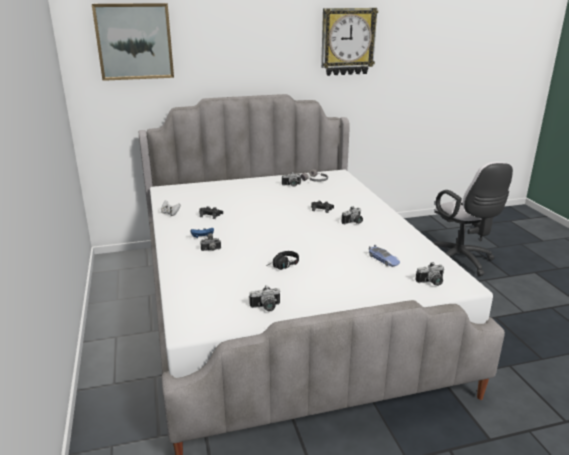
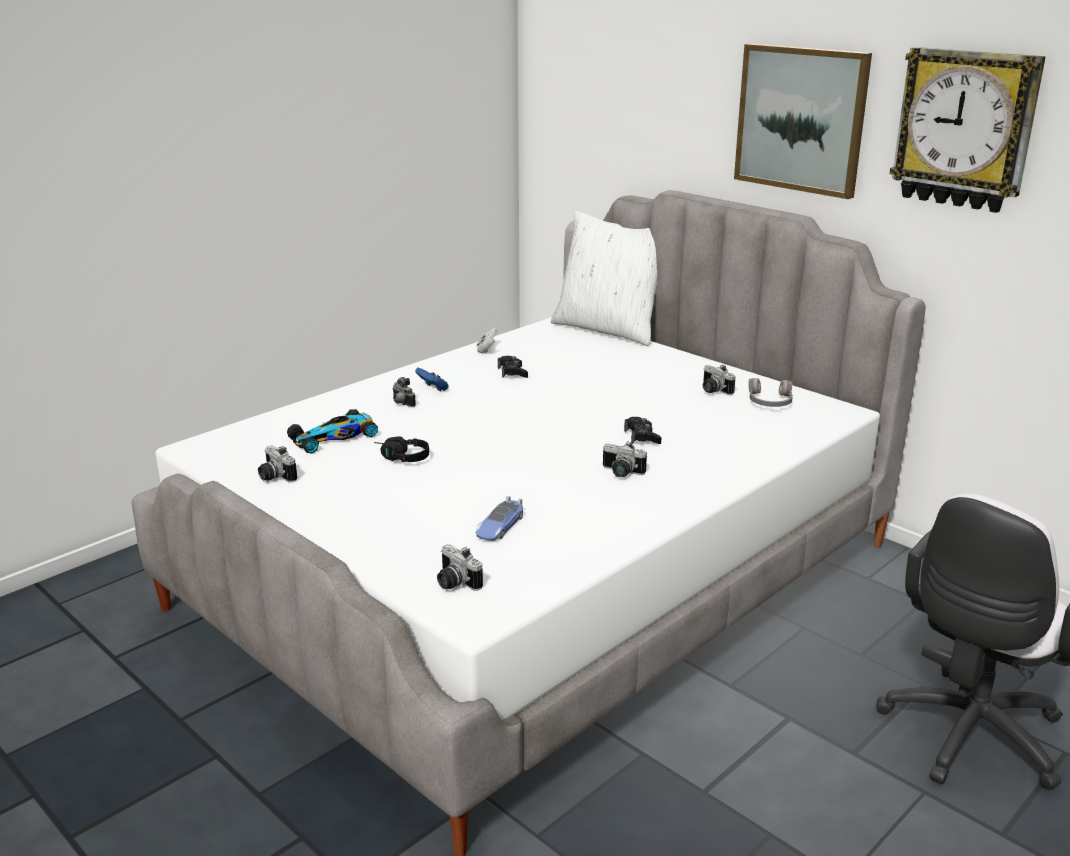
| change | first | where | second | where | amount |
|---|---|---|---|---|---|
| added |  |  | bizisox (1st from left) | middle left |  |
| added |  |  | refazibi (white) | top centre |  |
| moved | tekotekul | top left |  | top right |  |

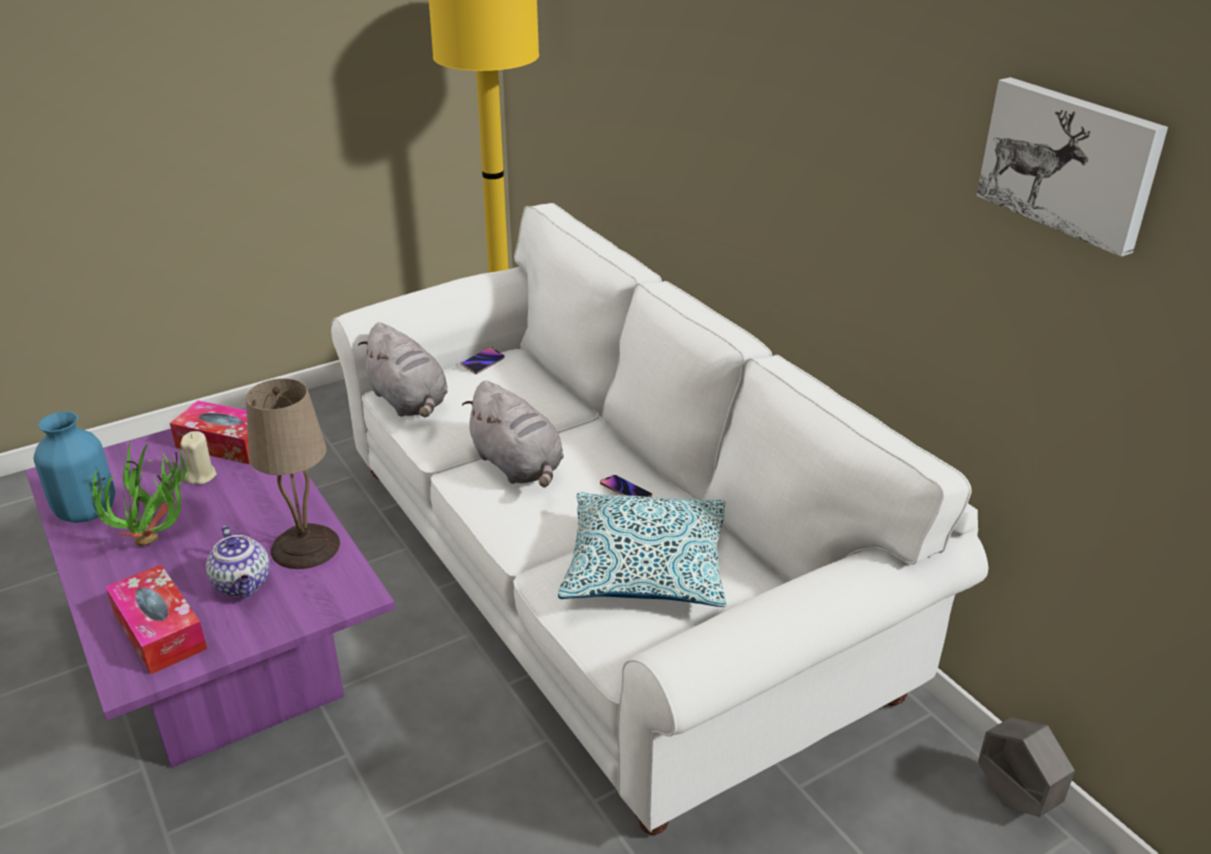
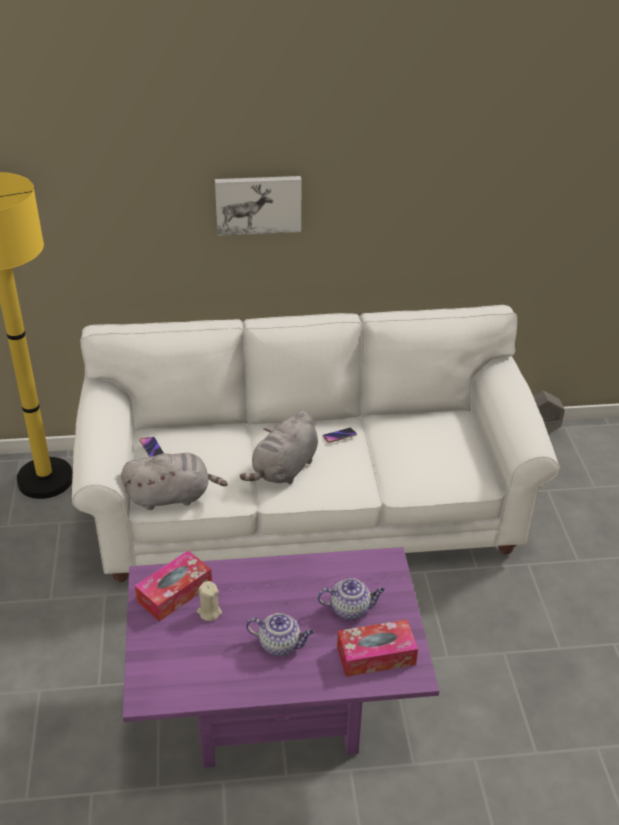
| change | first | where | second | where | amount |
|---|---|---|---|---|---|
| moved | tekotekul | top right |  | top centre |  |
| turned | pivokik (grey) (2nd from left) | centre |  | centre | 135 degrees clockwise |
| replaced | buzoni | middle left | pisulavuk (1st from left) | bottom centre |  |
| removed | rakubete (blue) | middle left |  |  |  |
| removed | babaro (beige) | middle left |  |  |  |
| removed | refazibi | centre |  |  |  |

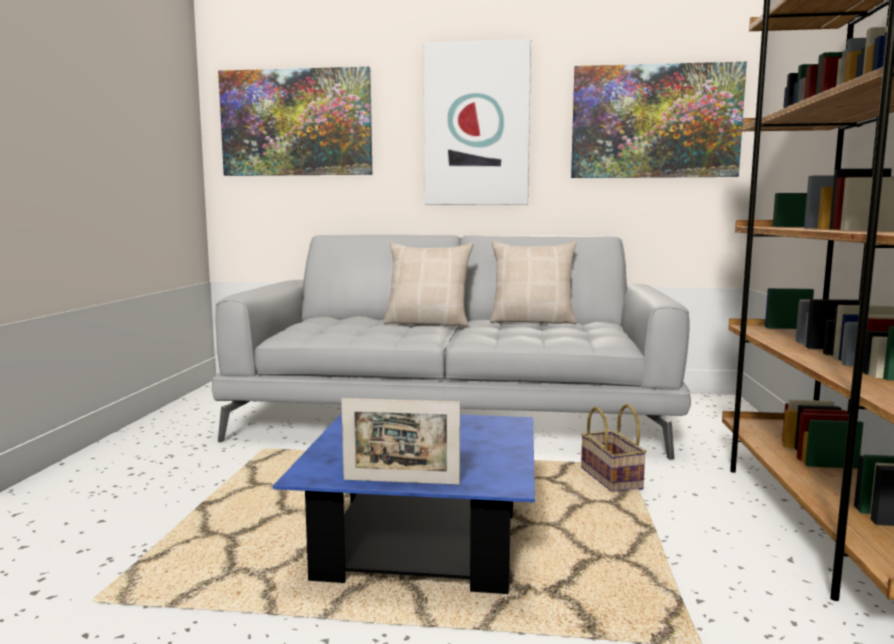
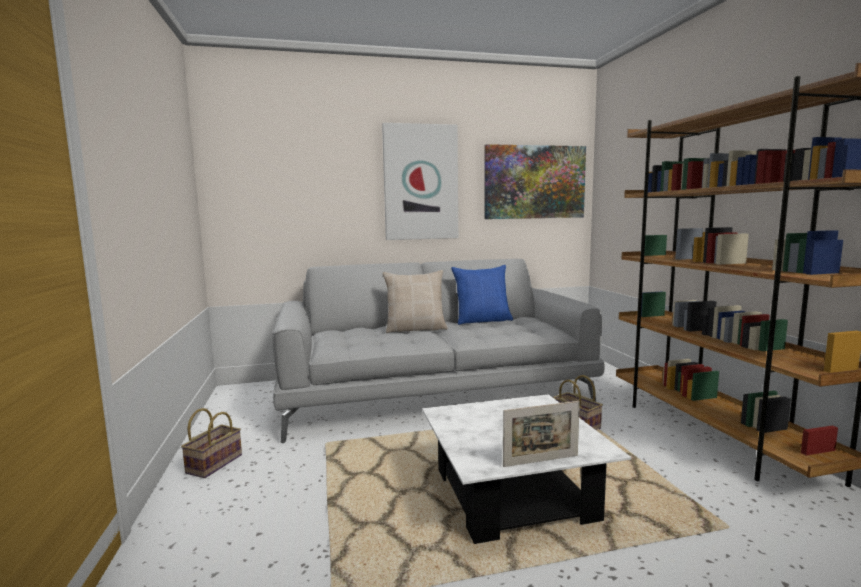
| change | first | where | second | where | amount |
|---|---|---|---|---|---|
| added |  |  | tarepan (1st from left) | bottom left |  |
| recoloured | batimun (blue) | bottom centre | batimun (white) | bottom centre |  |
| recoloured | refazibi (beige) (2nd from left) | centre | refazibi (blue) | centre |  |
| removed | tekotekul (1st from left) | top left |  |  |  |

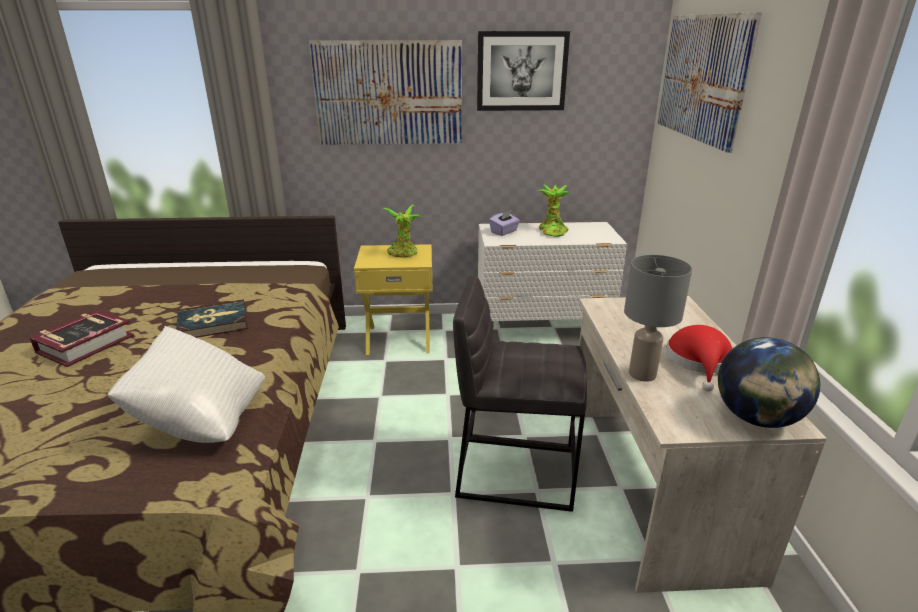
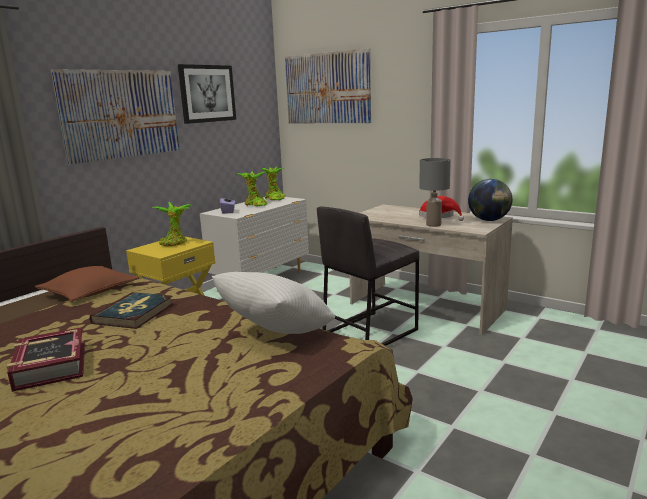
| change | first | where | second | where | amount |
|---|---|---|---|---|---|
| added |  |  | refazibi (brown) | middle left |  |
| added |  |  | buzoni (3rd from left) | centre |  |

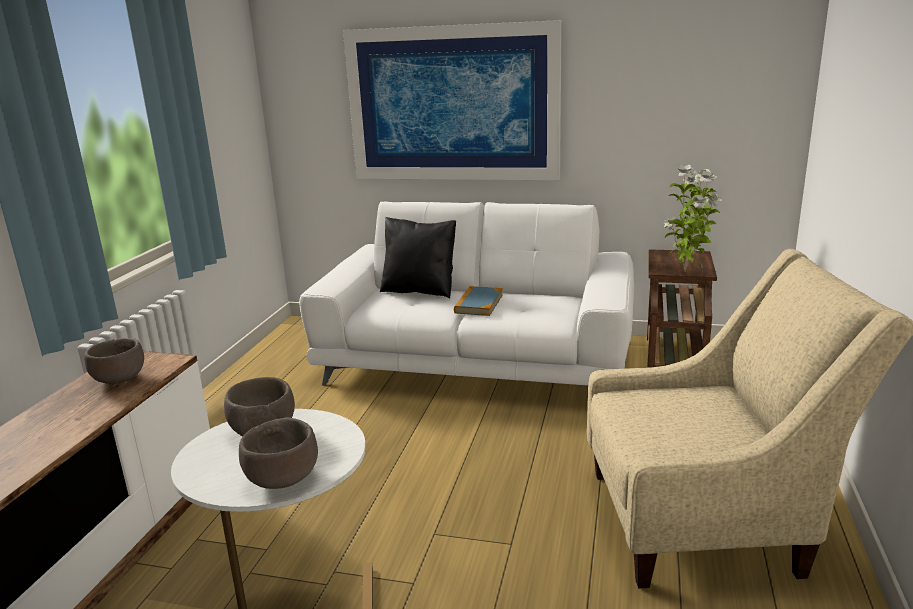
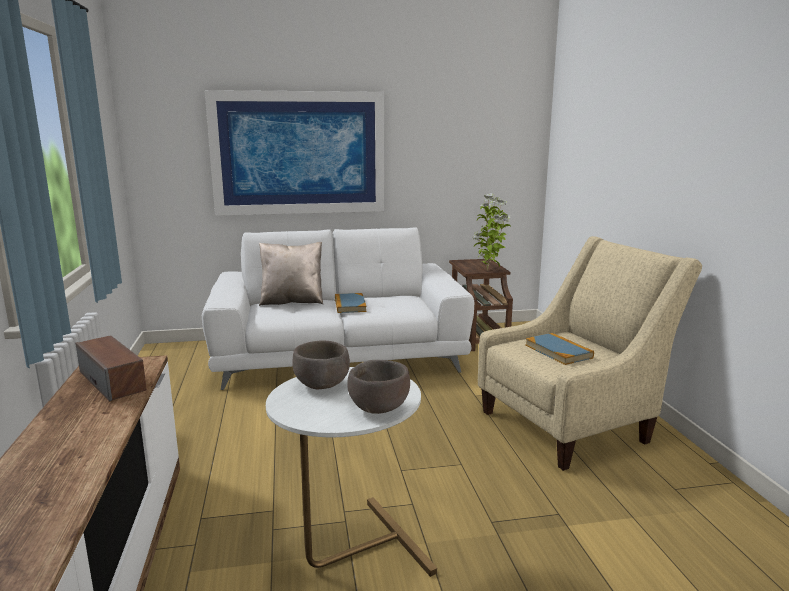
| change | first | where | second | where | amount |
|---|---|---|---|---|---|
| replaced | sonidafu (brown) (1st from left) | middle left | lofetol | middle left |  |
| recoloured | refazibi (black) | centre | refazibi (beige) | centre |  |
| added |  |  | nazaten (2nd from left) | middle right |  |

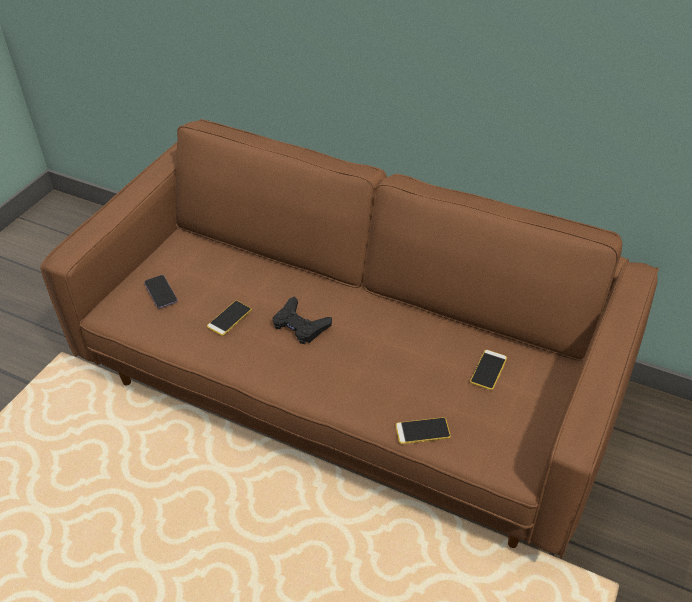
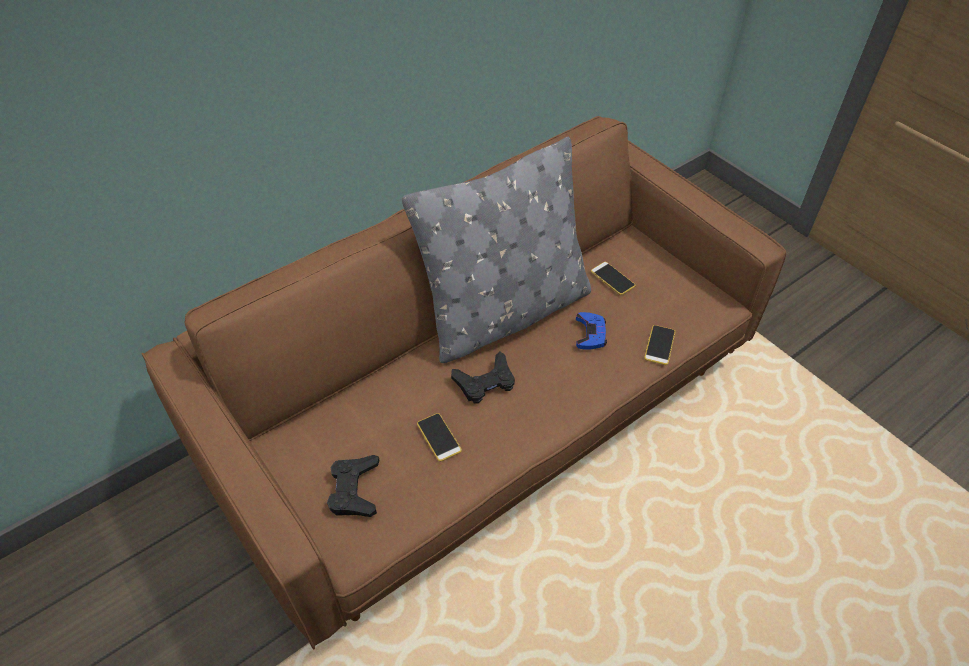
| change | first | where | second | where | amount |
|---|---|---|---|---|---|
| replaced | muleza (1st from left) | middle left | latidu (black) (1st from left) | bottom centre |  |
| added |  |  | refazibi (grey) | centre |  |
| added |  |  | latidu (blue) | centre |  |

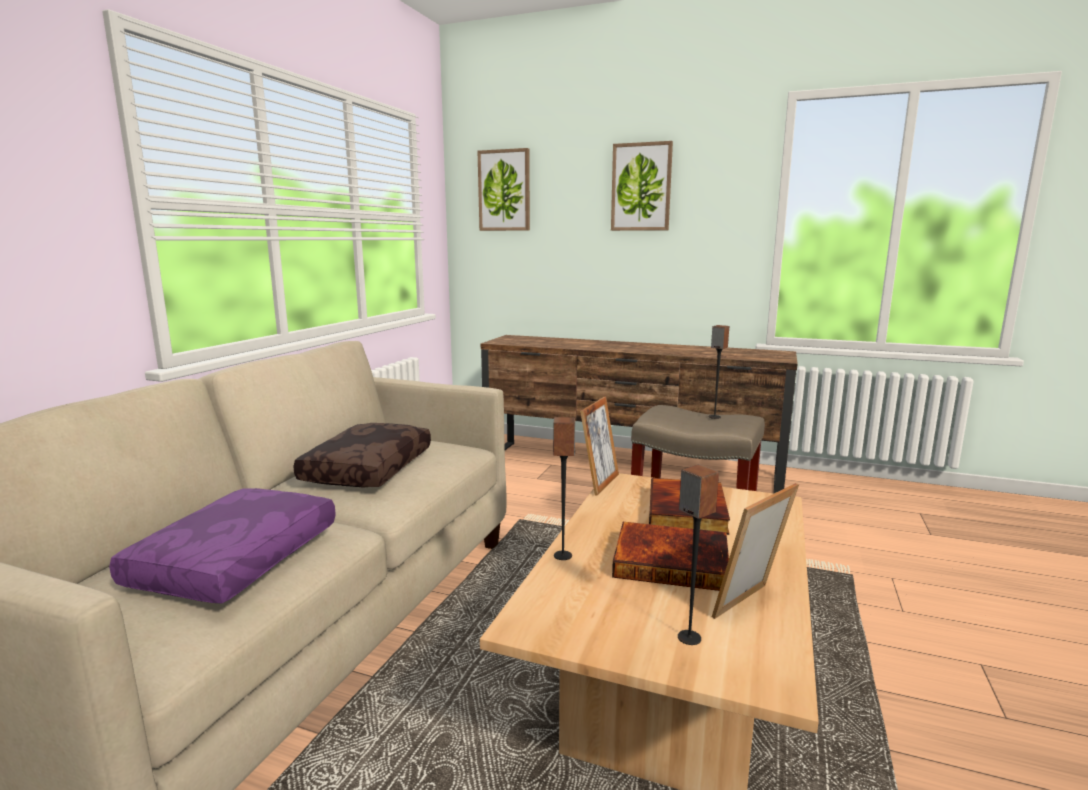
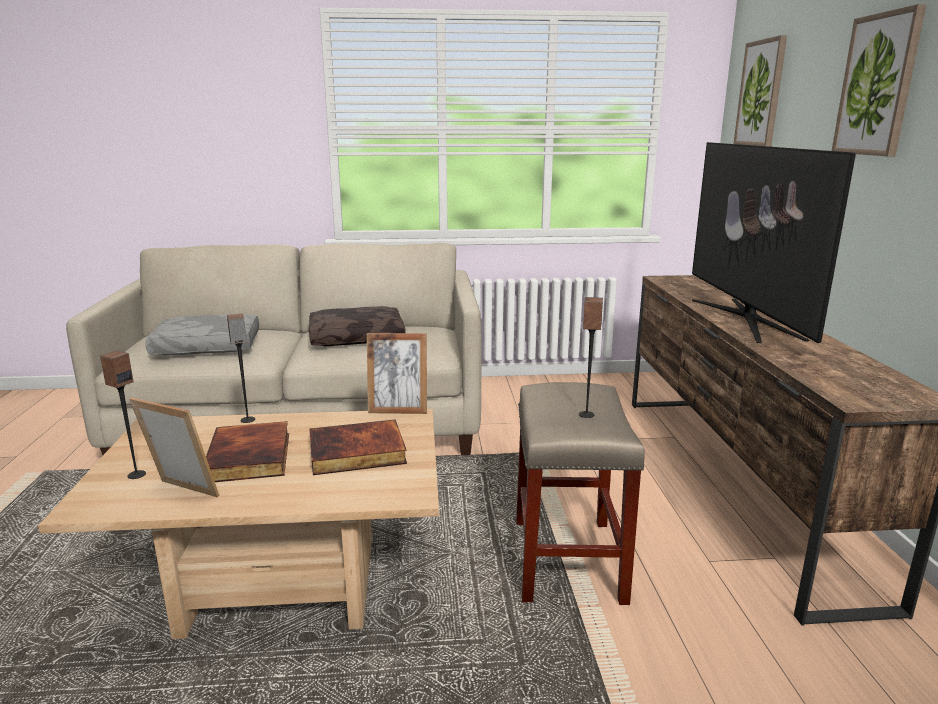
| change | first | where | second | where | amount |
|---|---|---|---|---|---|
| recoloured | refazibi (purple) | bottom left | refazibi (grey) | middle left |  |
| added |  |  | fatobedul | middle right |  |

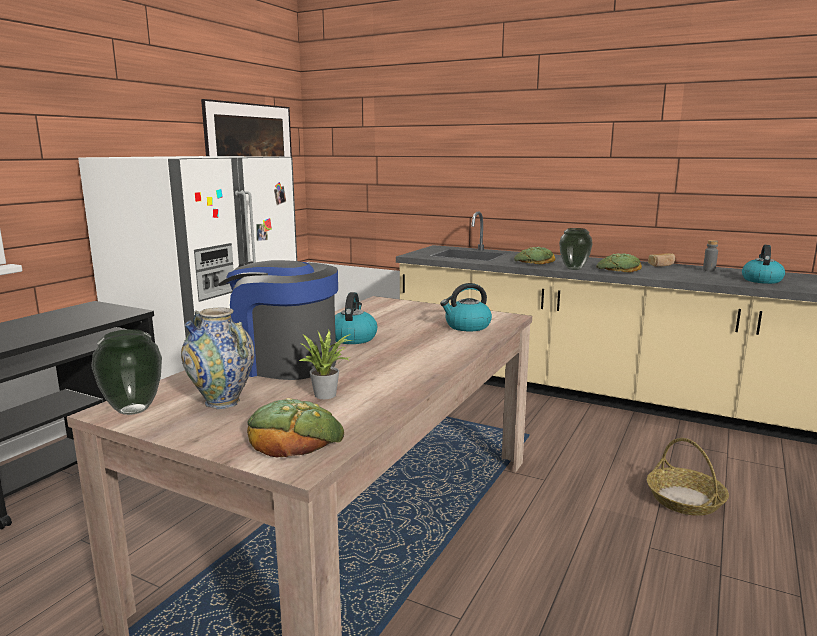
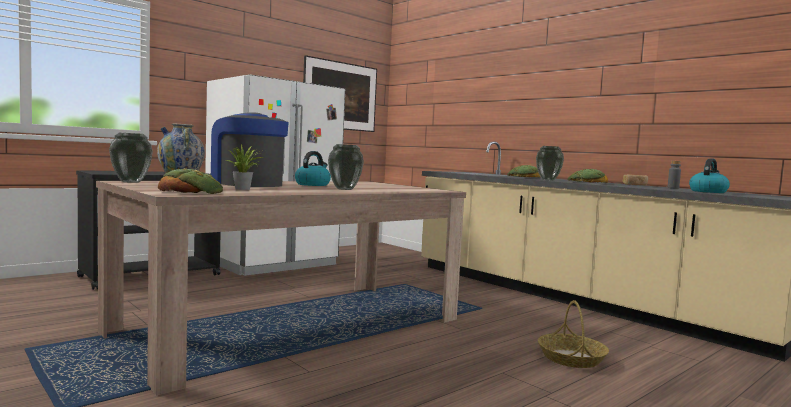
| change | first | where | second | where | amount |
|---|---|---|---|---|---|
| added |  |  | rakubete (3rd from left) | centre |  |
| removed | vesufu (2nd from left) | centre |  |  |  |

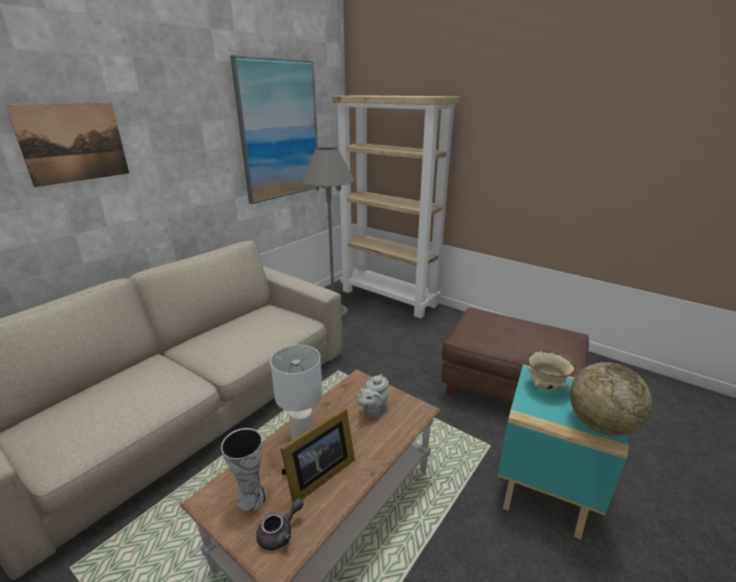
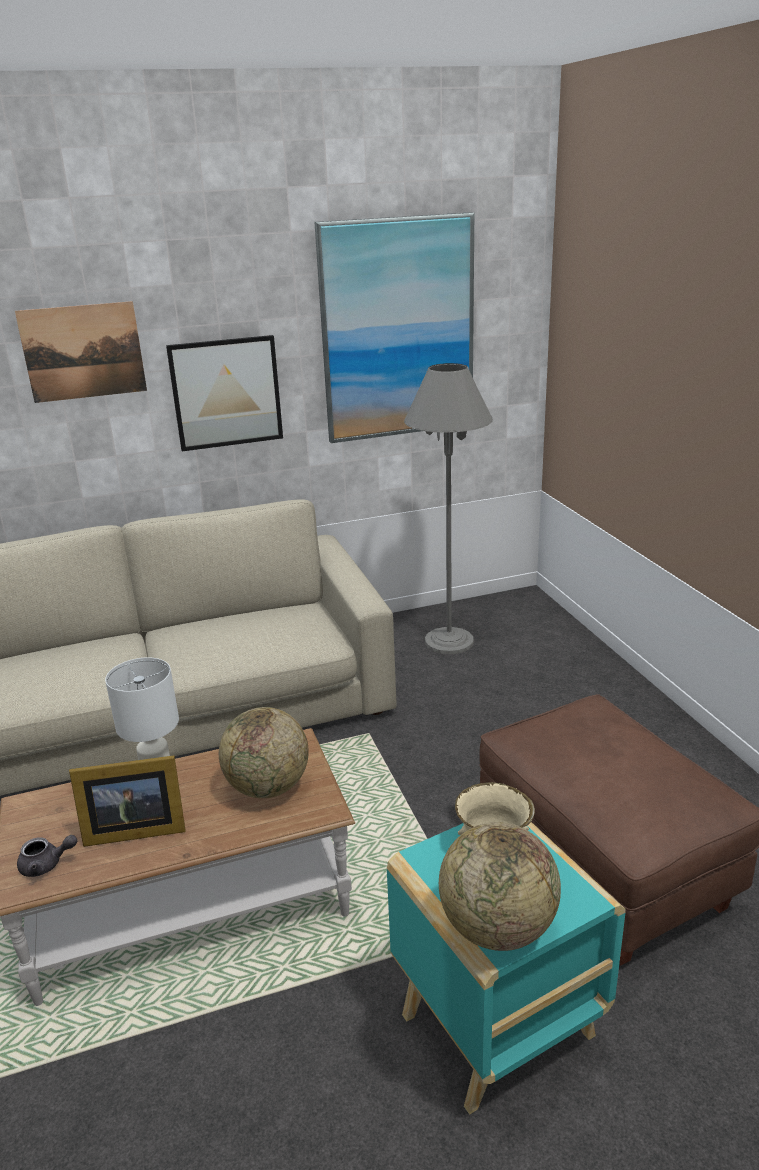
| change | first | where | second | where | amount |
|---|---|---|---|---|---|
| added |  |  | tekotekul (2nd from left) | middle left |  |
| replaced | pisulavuk (grey) (2nd from left) | bottom centre | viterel (1st from left) | centre |  |
| removed | rakubete | bottom left |  |  |  |
| removed | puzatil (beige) | centre |  |  |  |

